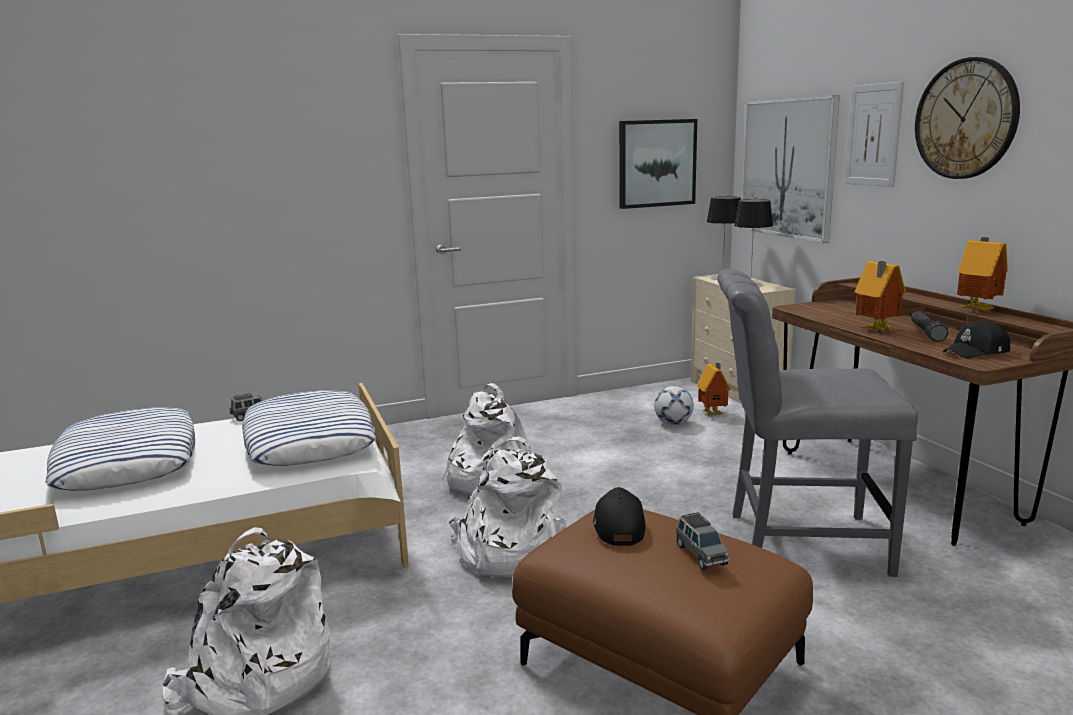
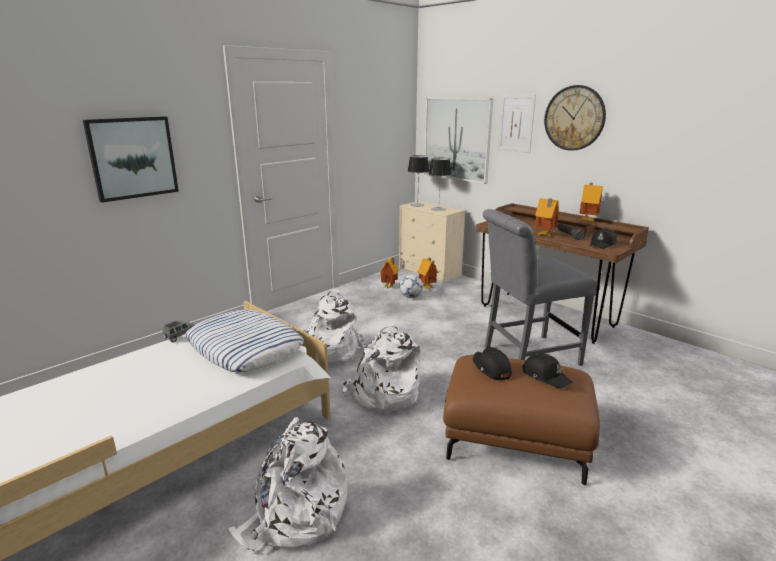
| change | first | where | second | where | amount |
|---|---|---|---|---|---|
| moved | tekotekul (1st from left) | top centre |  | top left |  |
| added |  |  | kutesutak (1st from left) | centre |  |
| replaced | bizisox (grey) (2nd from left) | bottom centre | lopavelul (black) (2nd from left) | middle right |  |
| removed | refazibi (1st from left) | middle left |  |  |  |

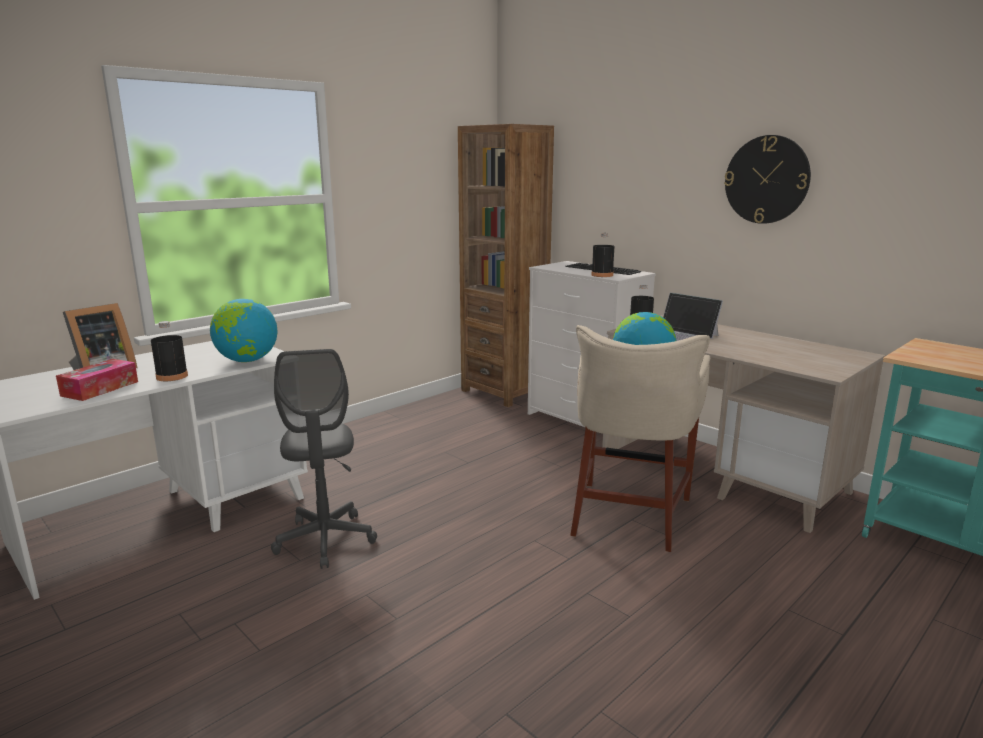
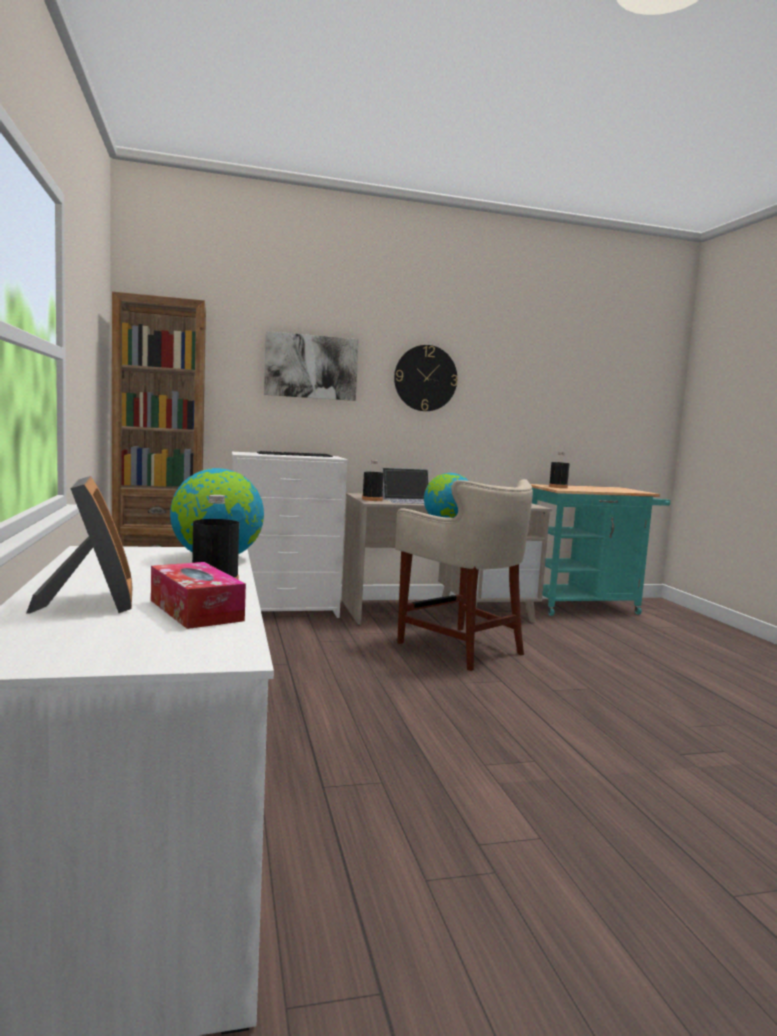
| change | first | where | second | where | amount |
|---|---|---|---|---|---|
| added |  |  | tekotekul | centre |  |
| moved | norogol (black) (2nd from left in the first image) | centre | norogol (black) (3rd from left) | middle right |  |
| removed | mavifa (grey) | middle left |  |  |  |

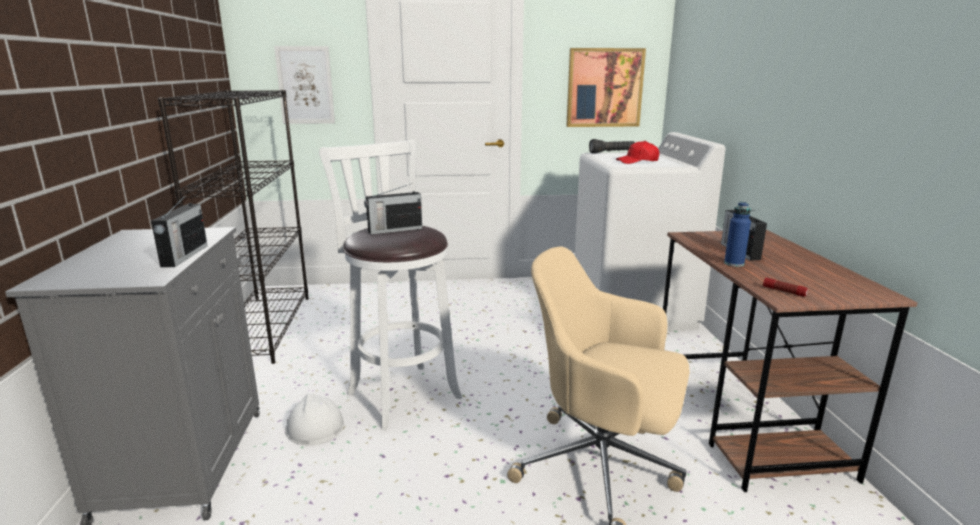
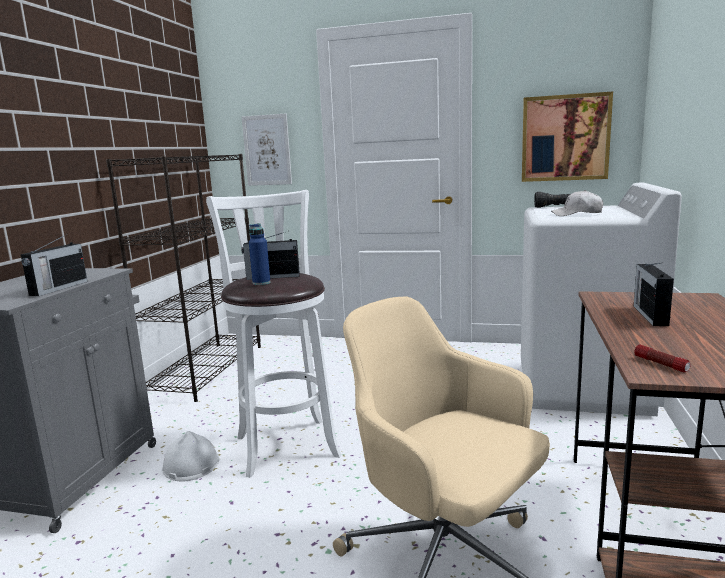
| change | first | where | second | where | amount |
|---|---|---|---|---|---|
| moved | norogol (blue) | middle right |  | centre |  |
| recoloured | lopavelul (red) | top centre | lopavelul (white) | middle right |  |

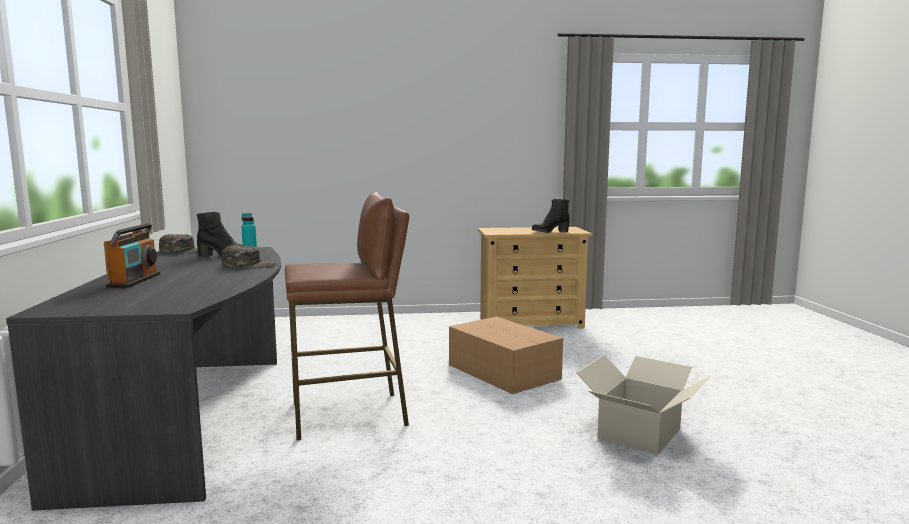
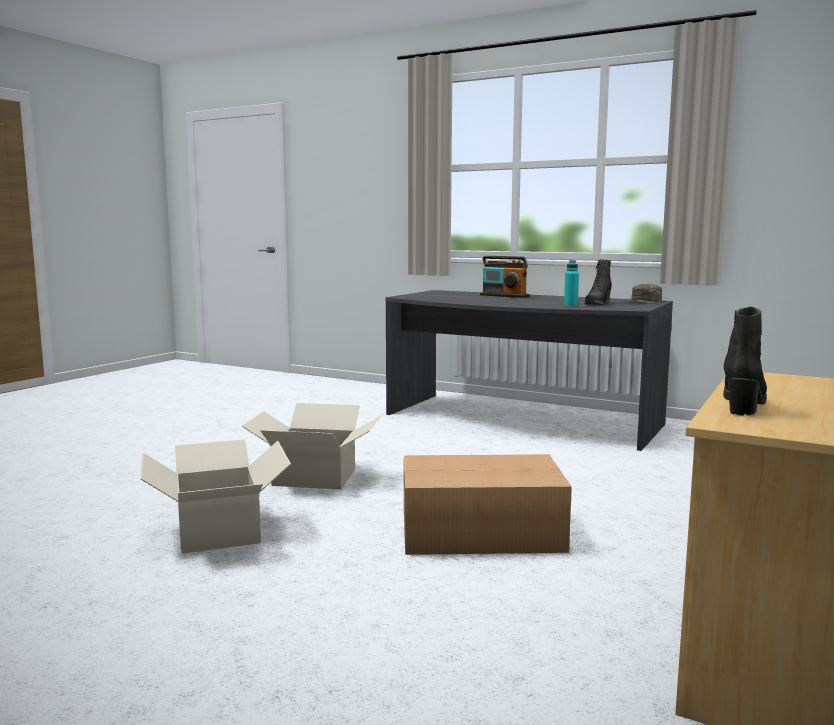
| change | first | where | second | where | amount |
|---|---|---|---|---|---|
| added |  |  | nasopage (2nd from left) | centre |  |
| removed | lopavelul (green) (2nd from left) | middle left |  |  |  |
| removed | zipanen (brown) | centre |  |  |  |

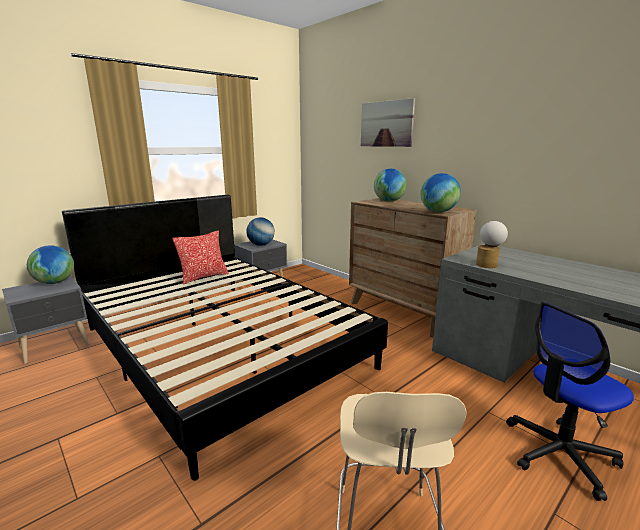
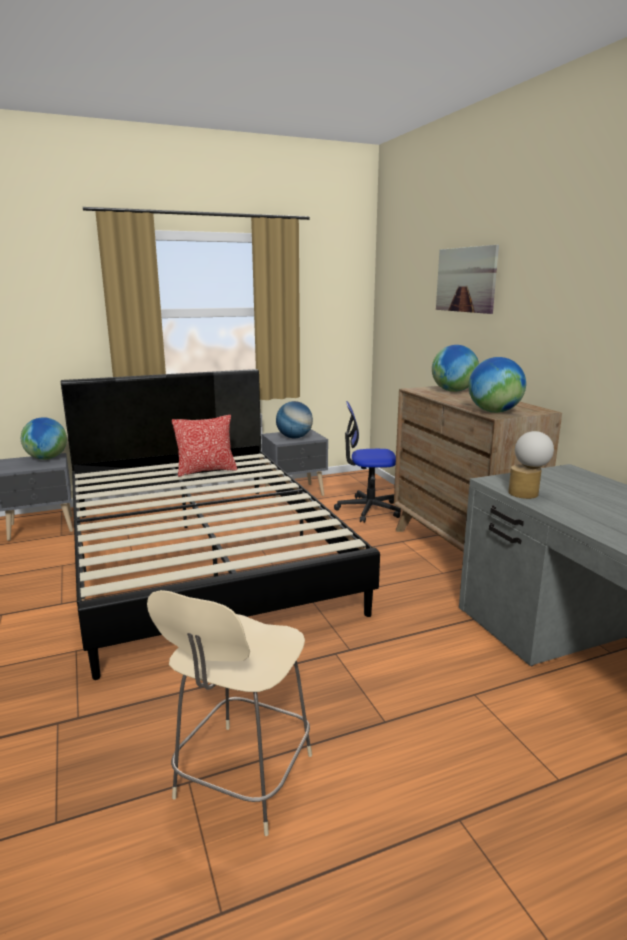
| change | first | where | second | where | amount |
|---|---|---|---|---|---|
| moved | mavifa | bottom right |  | centre |  |

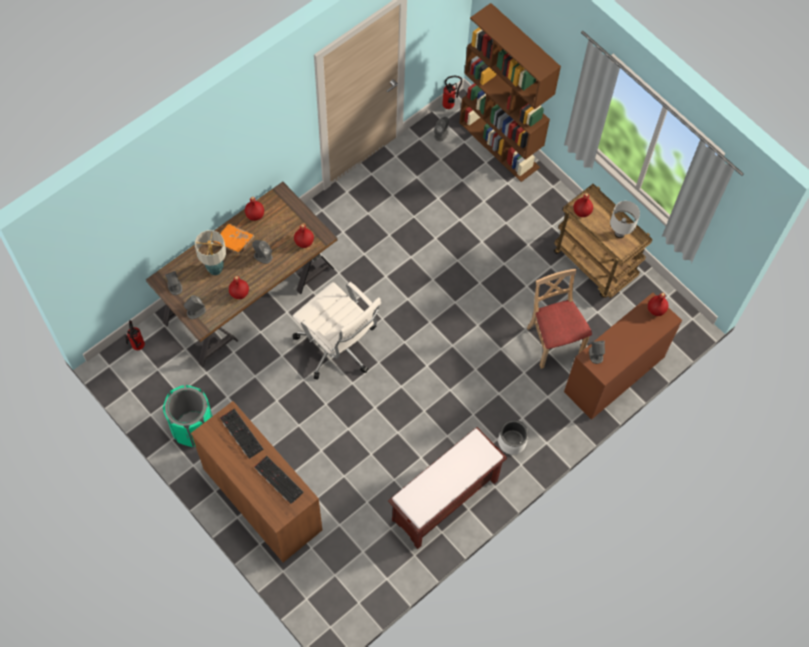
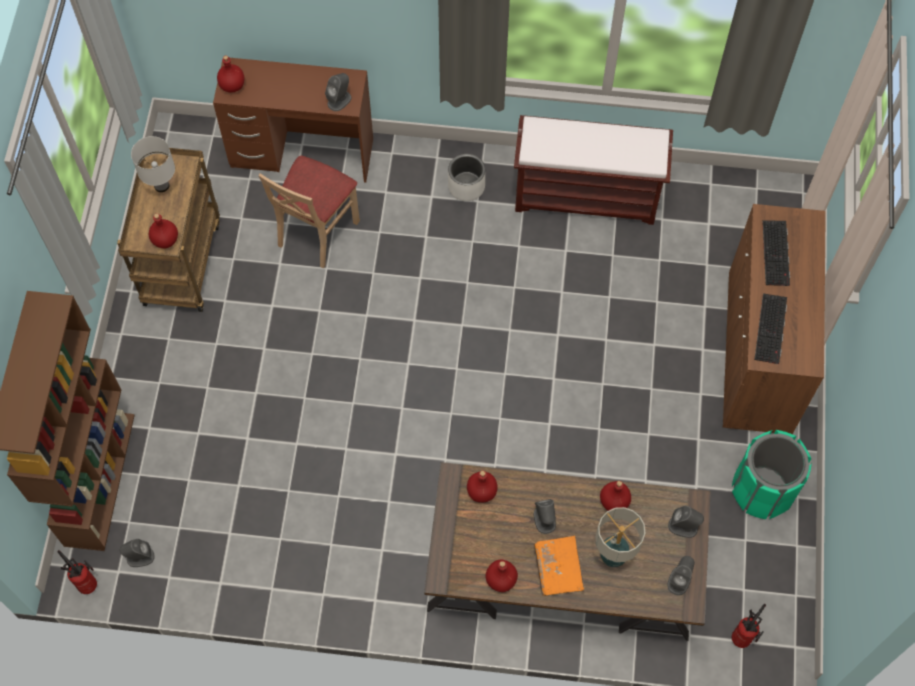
| change | first | where | second | where | amount |
|---|---|---|---|---|---|
| removed | mavifa (white) | centre |  |  |  |

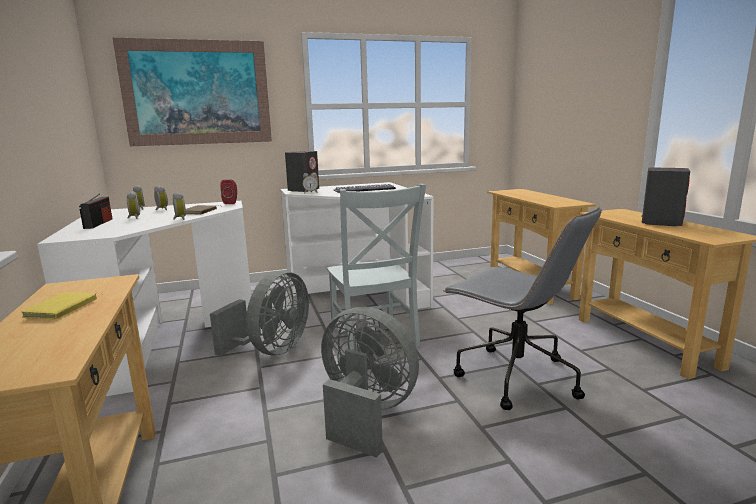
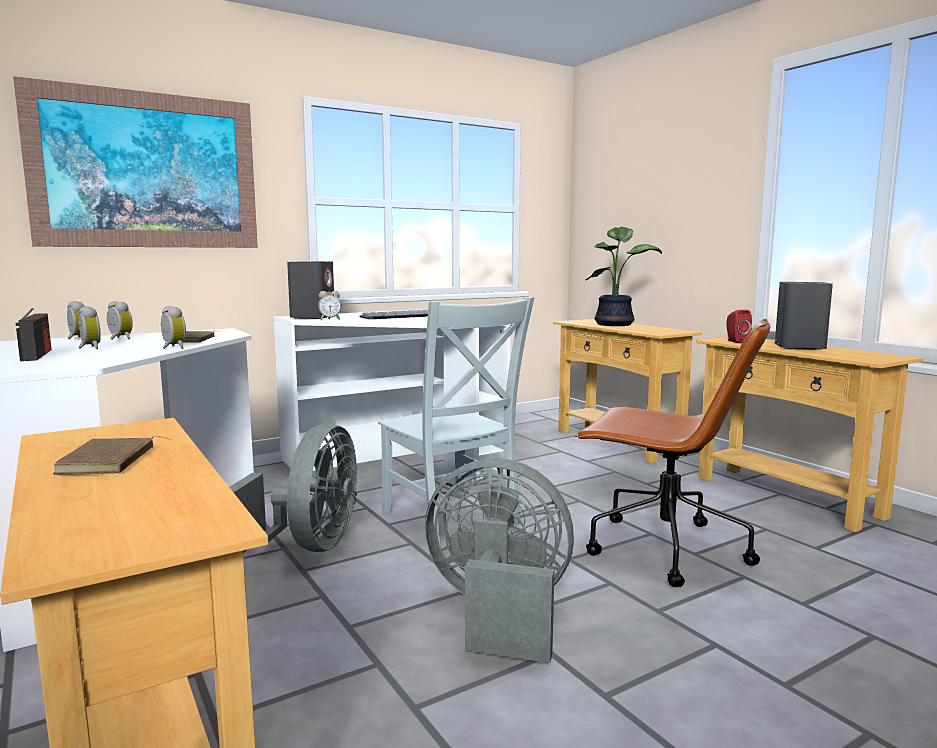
| change | first | where | second | where | amount |
|---|---|---|---|---|---|
| recoloured | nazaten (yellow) | middle left | nazaten (brown) (1st from left) | middle left |  |
| recoloured | mavifa (grey) | middle right | mavifa (brown) | middle right |  |
| added |  |  | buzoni | centre |  |
| moved | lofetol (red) | middle left |  | middle right |  |

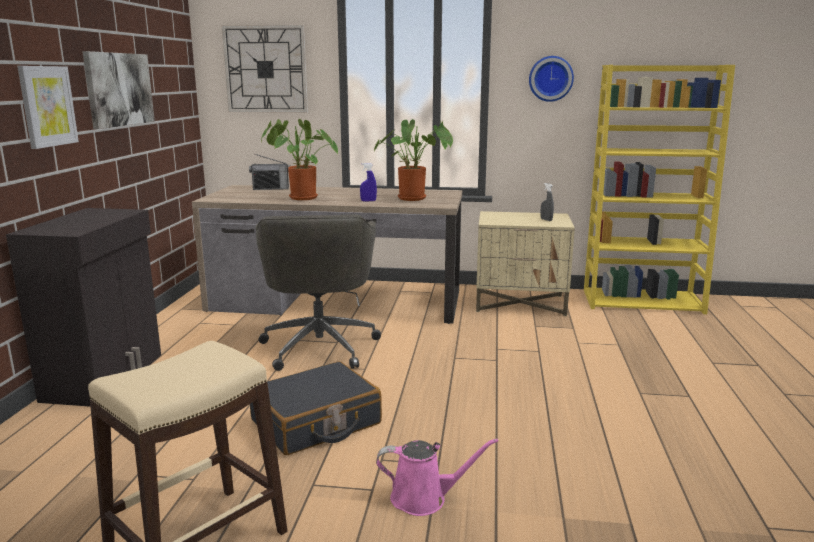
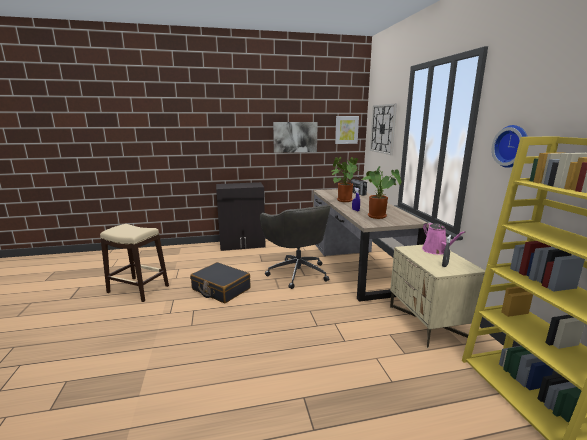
| change | first | where | second | where | amount |
|---|---|---|---|---|---|
| turned | mavifa (grey) | centre |  | centre | 90 degrees counterclockwise |
| moved | tekotekul (1st from left in the first image) | top left | tekotekul (2nd from left) | top centre |  |
| moved | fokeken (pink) | bottom centre |  | middle right |  |

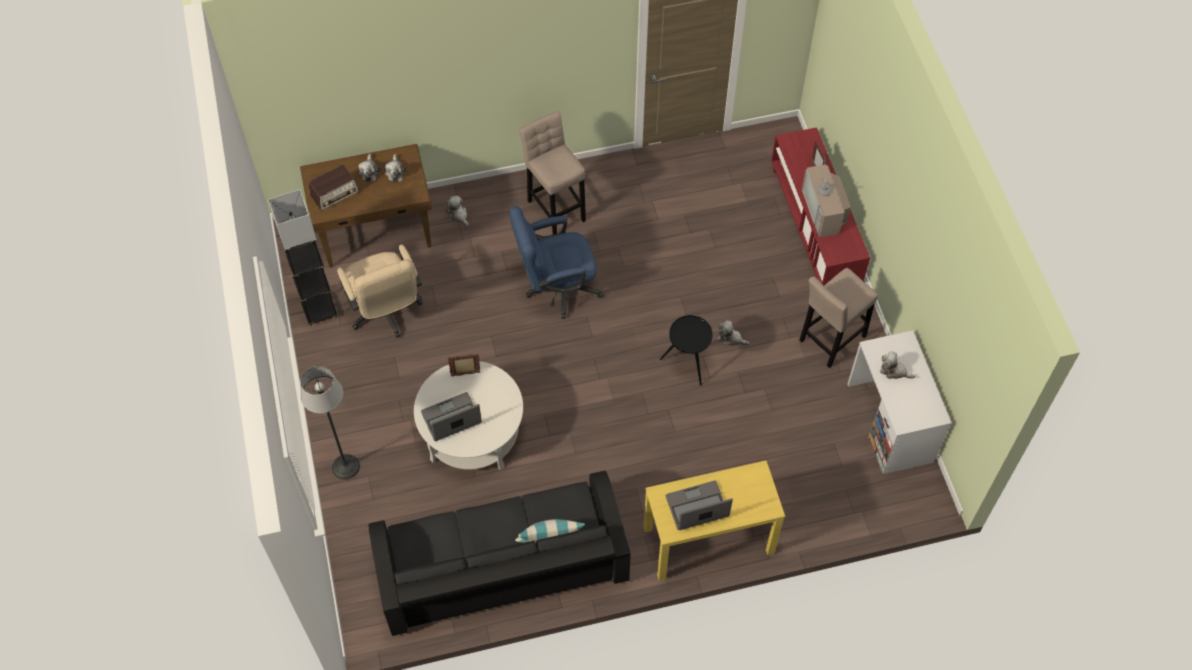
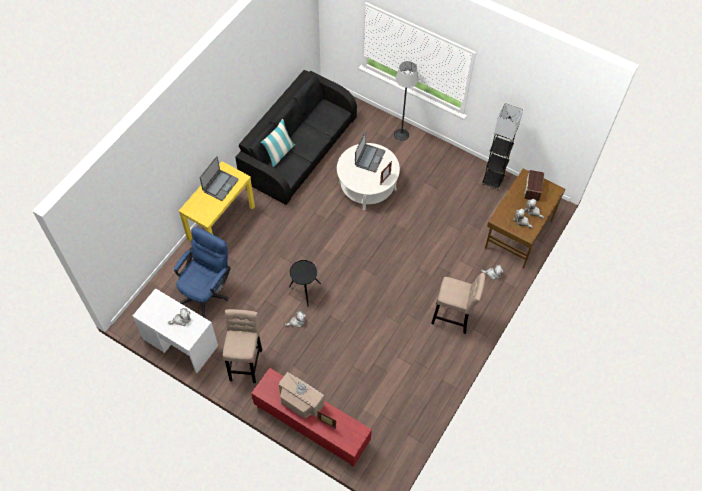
| change | first | where | second | where | amount |
|---|---|---|---|---|---|
| moved | mavifa (blue) | centre |  | middle left |  |
| removed | mavifa (beige) | middle left |  |  |  |

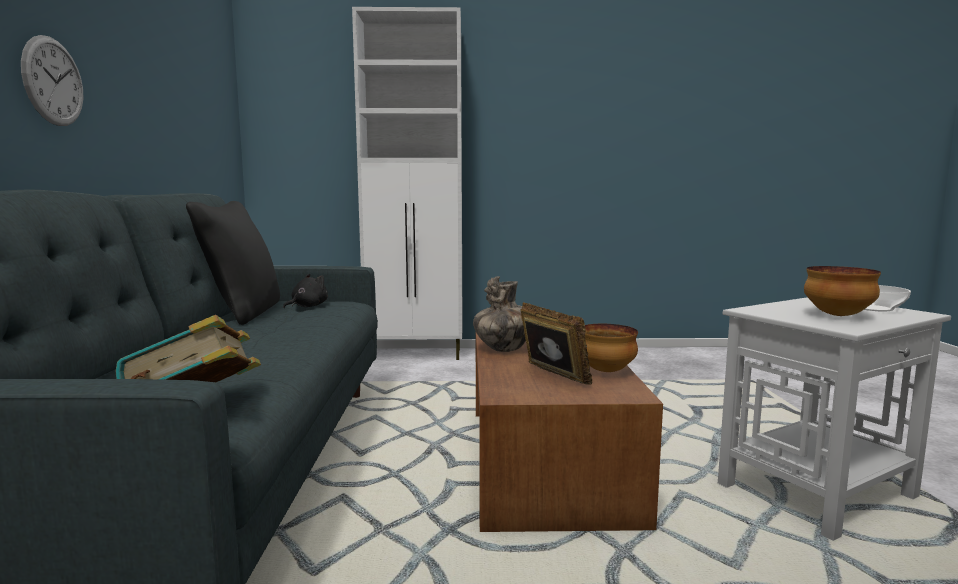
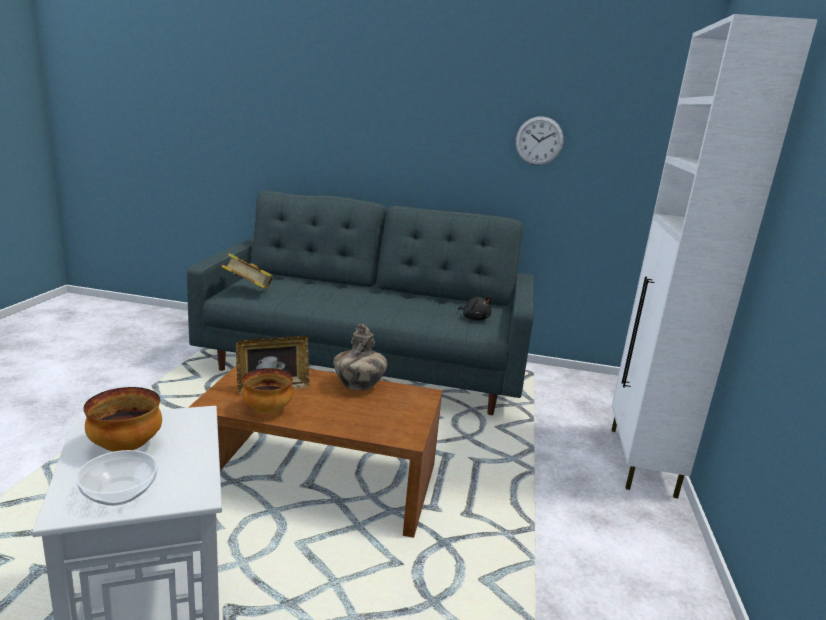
| change | first | where | second | where | amount |
|---|---|---|---|---|---|
| moved | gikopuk | top left |  | top centre |  |
| removed | refazibi (black) | middle left |  |  |  |

